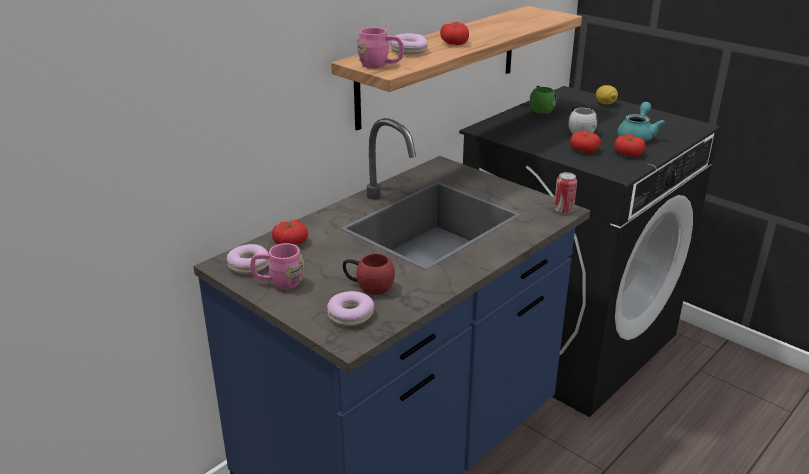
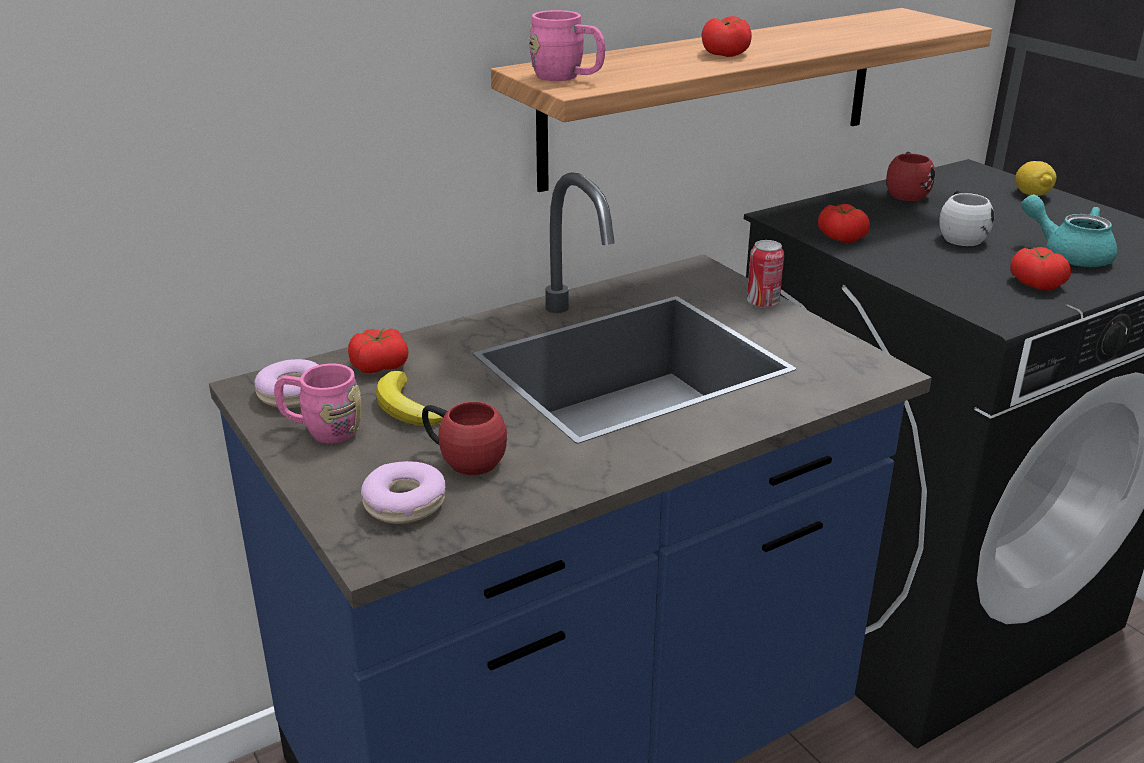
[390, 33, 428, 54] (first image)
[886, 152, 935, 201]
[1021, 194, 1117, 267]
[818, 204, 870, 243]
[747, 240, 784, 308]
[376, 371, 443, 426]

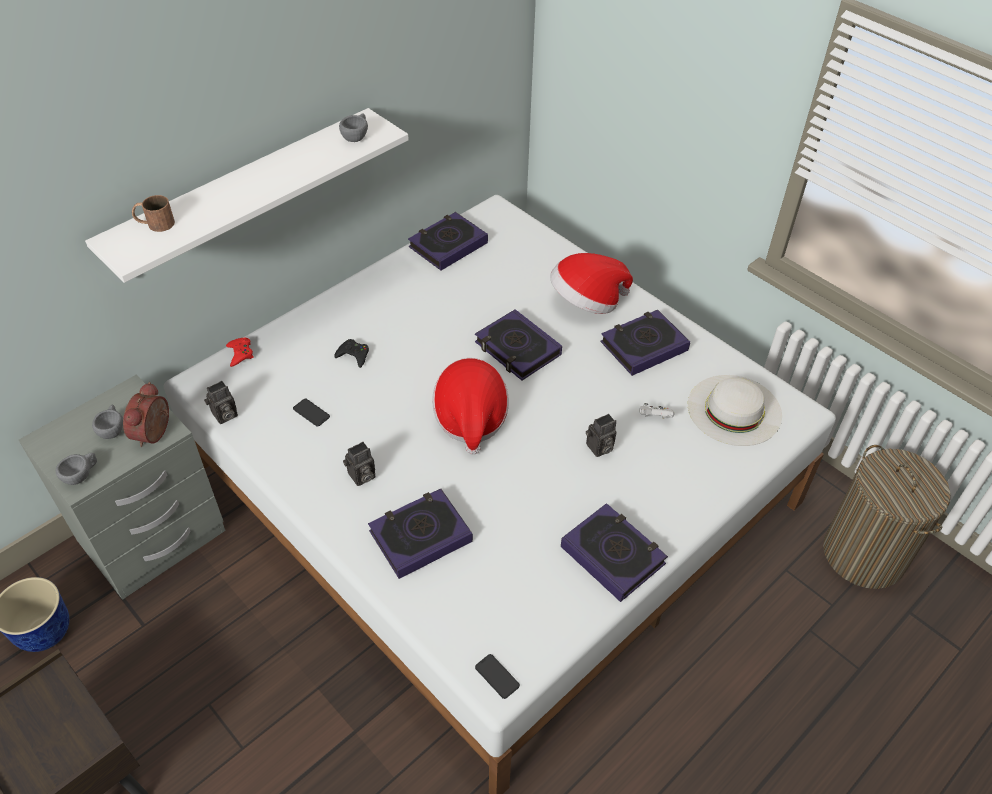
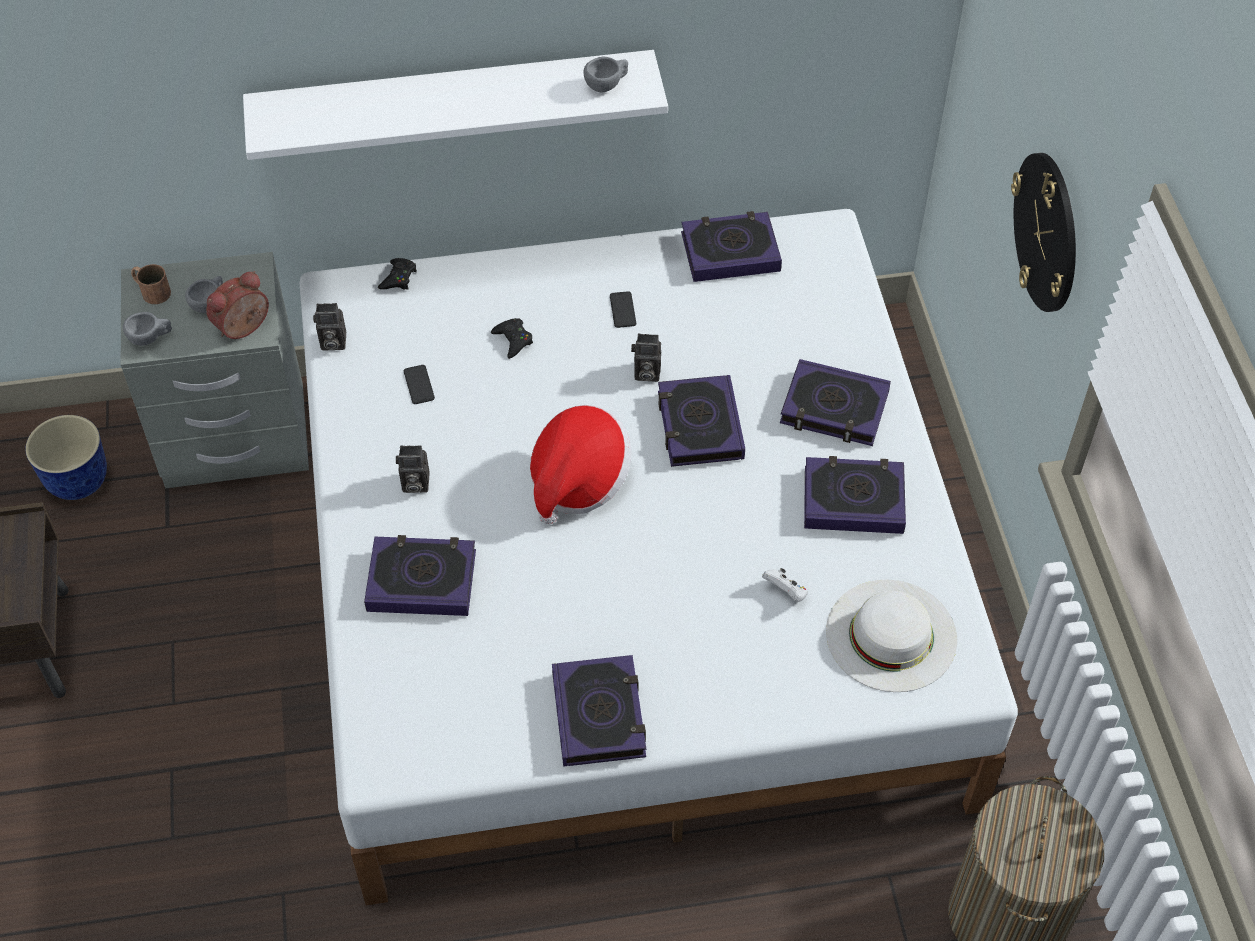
[131, 264, 171, 304]
[780, 359, 891, 446]
[378, 258, 417, 290]
[631, 333, 661, 382]
[610, 291, 636, 328]
[1011, 153, 1076, 312]

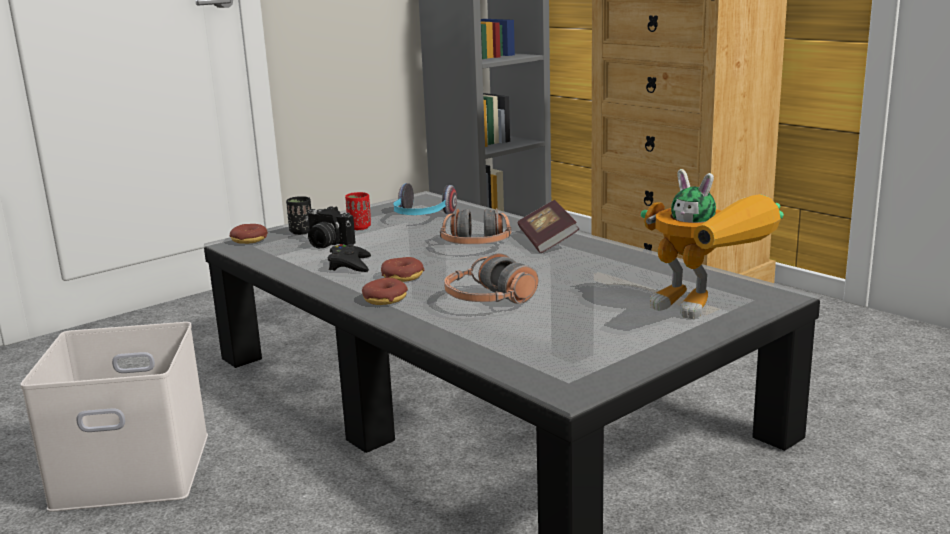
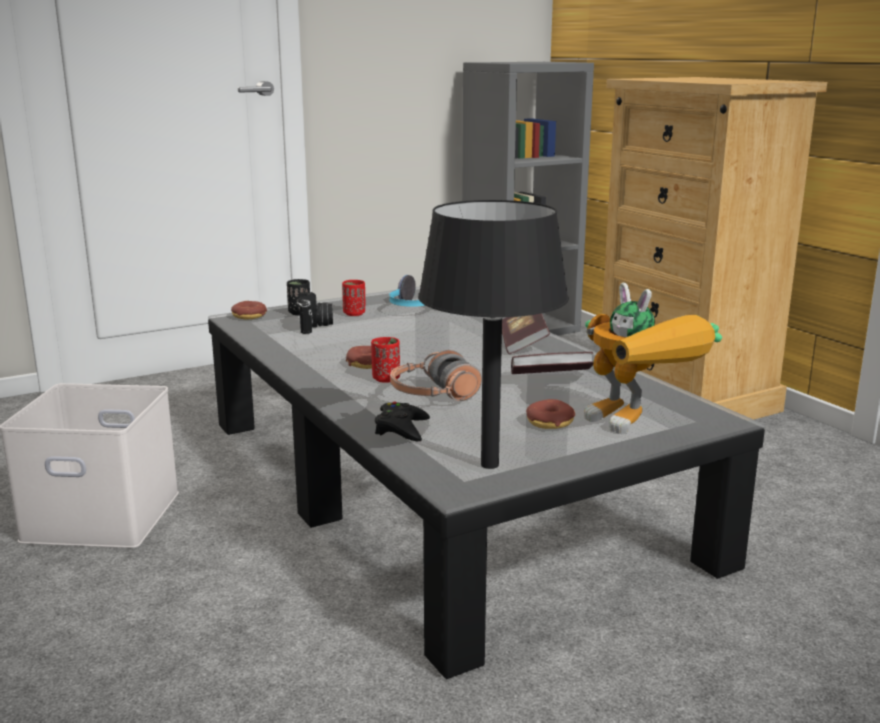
[297, 292, 333, 334]
[440, 208, 511, 244] (first image)
[375, 402, 430, 441]
[526, 399, 575, 429]
[418, 200, 569, 469]
[371, 337, 400, 383]
[511, 352, 594, 374]

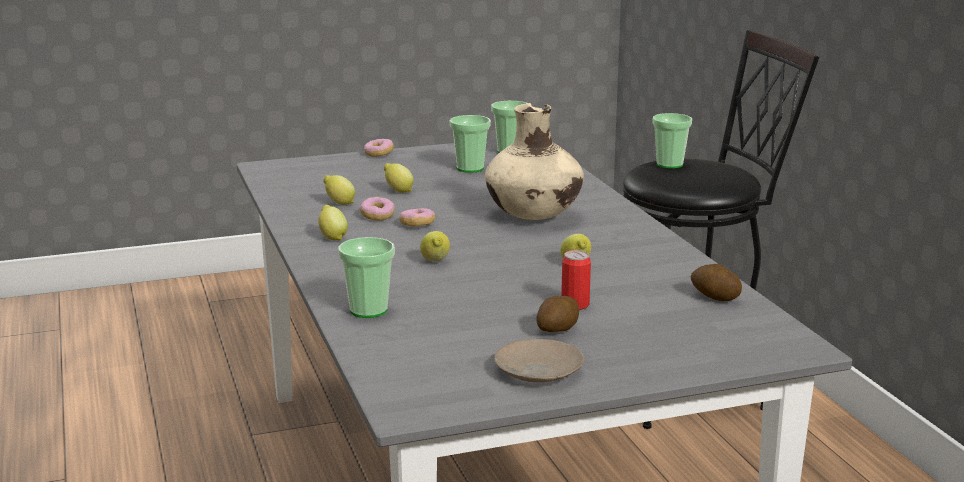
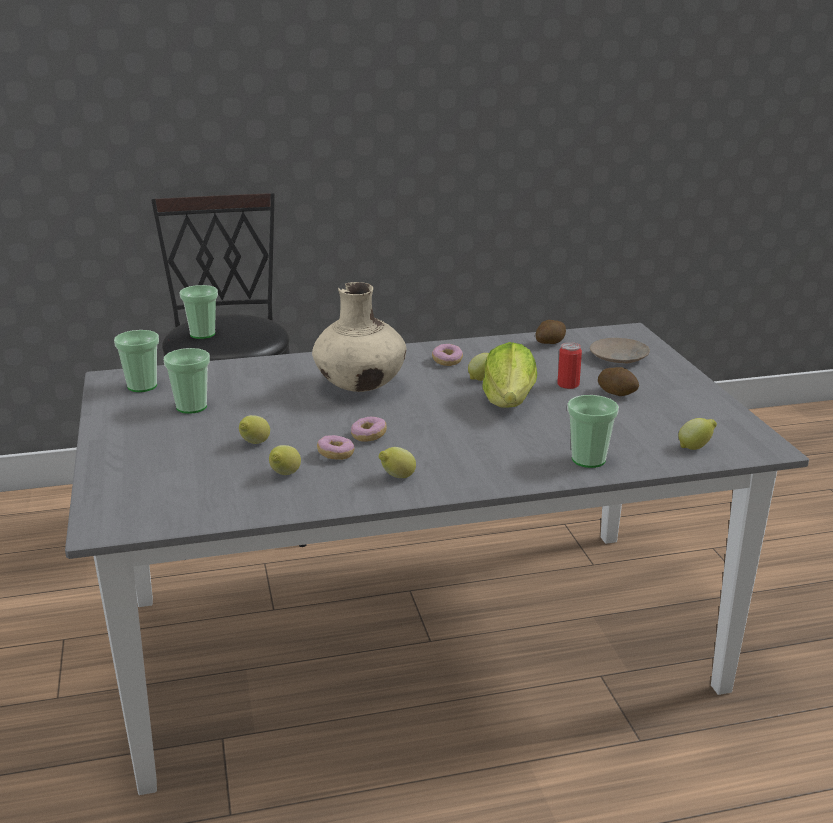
[432, 344, 463, 366]
[678, 418, 717, 450]
[590, 338, 650, 363]
[483, 342, 537, 408]

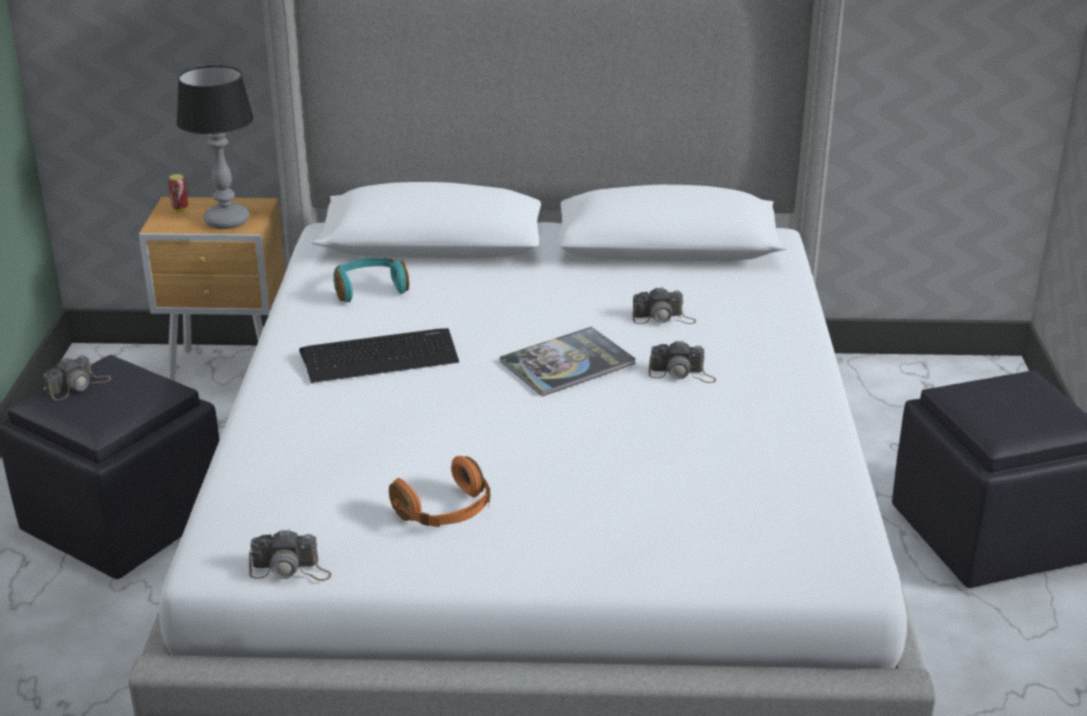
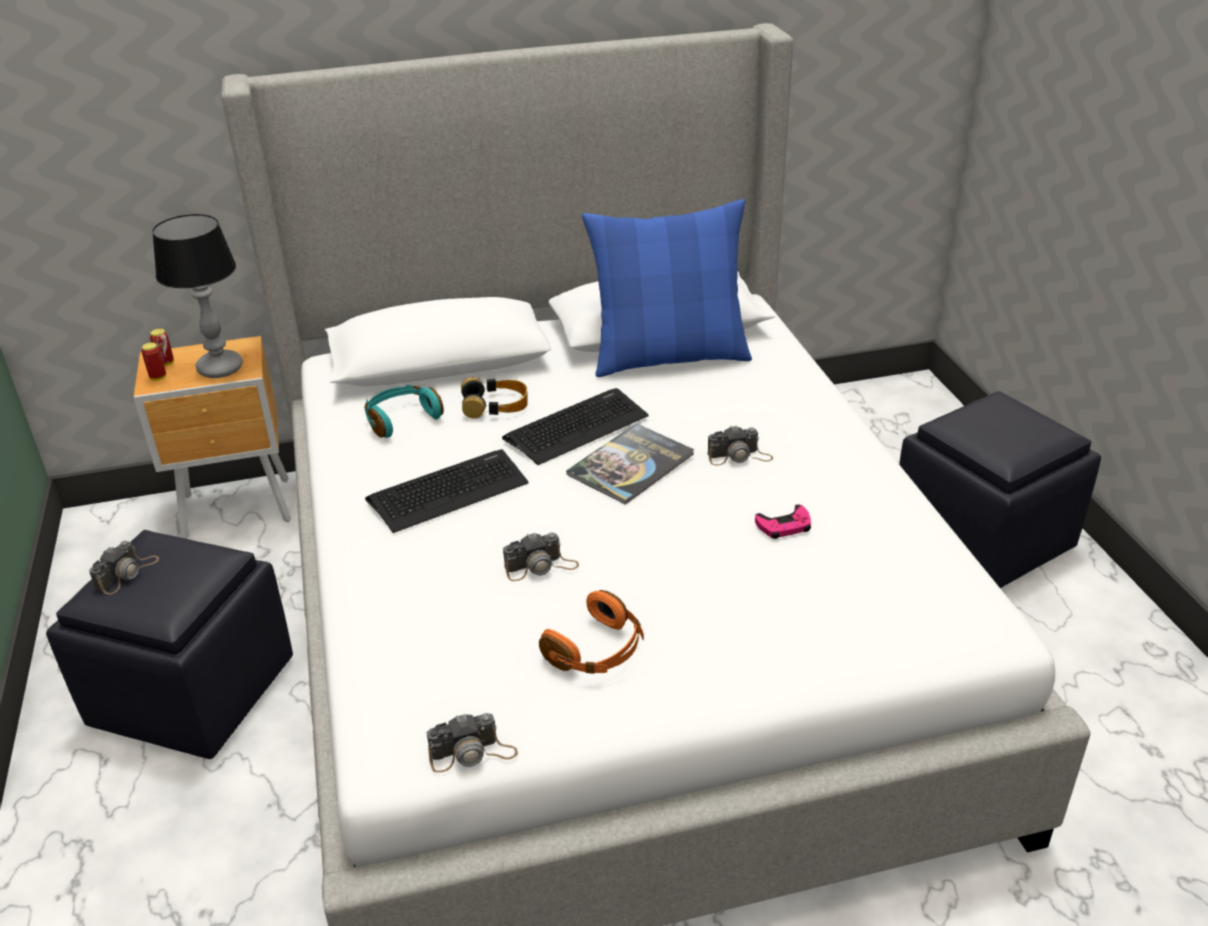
[503, 532, 579, 581]
[582, 199, 752, 377]
[142, 342, 166, 381]
[461, 377, 528, 419]
[502, 388, 649, 465]
[755, 504, 811, 539]

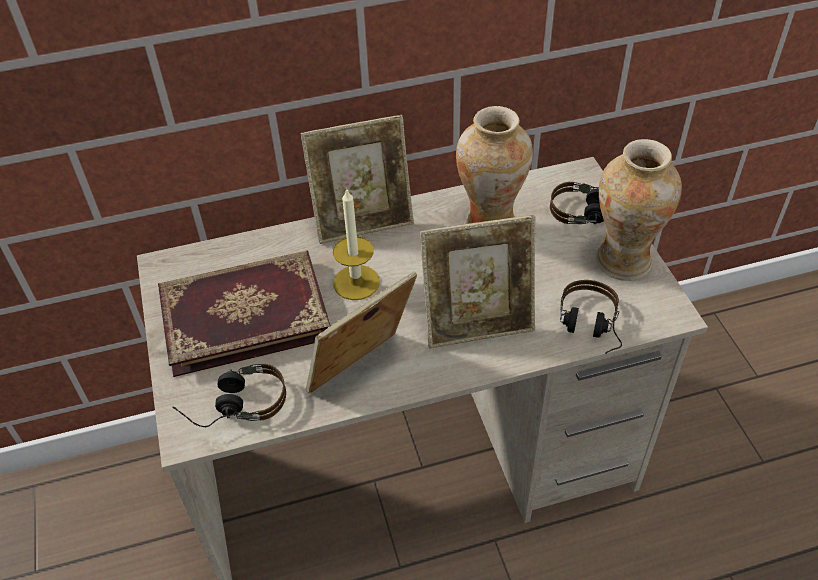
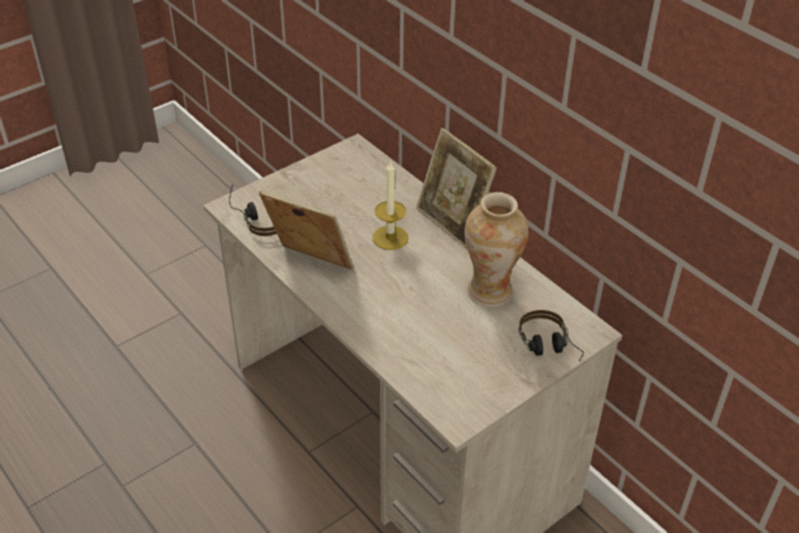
[596, 139, 682, 281] (first image)
[420, 215, 535, 348] (first image)
[158, 250, 331, 377] (first image)
[560, 280, 622, 354] (first image)

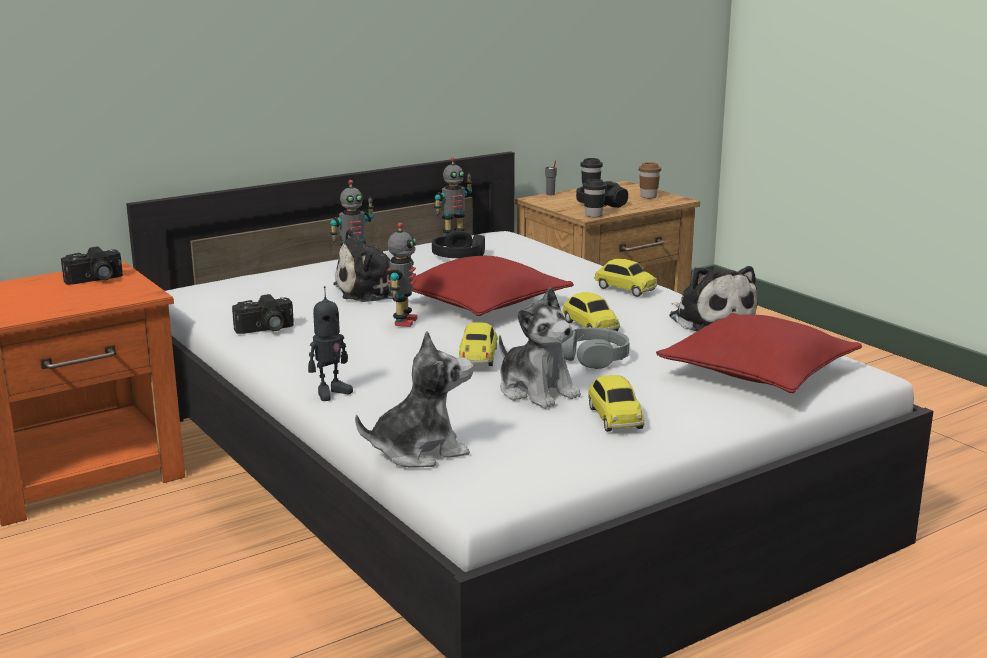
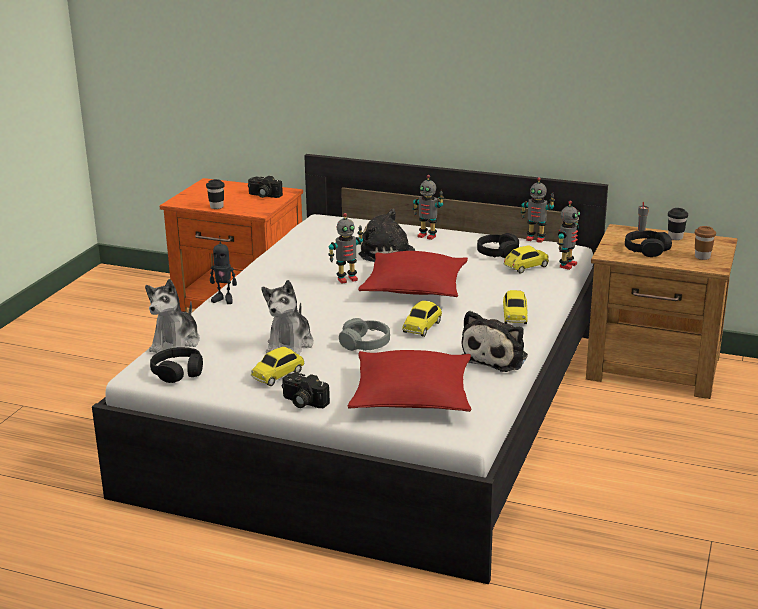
[206, 179, 225, 209]
[282, 373, 330, 408]
[503, 246, 549, 273]
[145, 279, 200, 353]
[557, 201, 580, 270]
[150, 347, 203, 383]

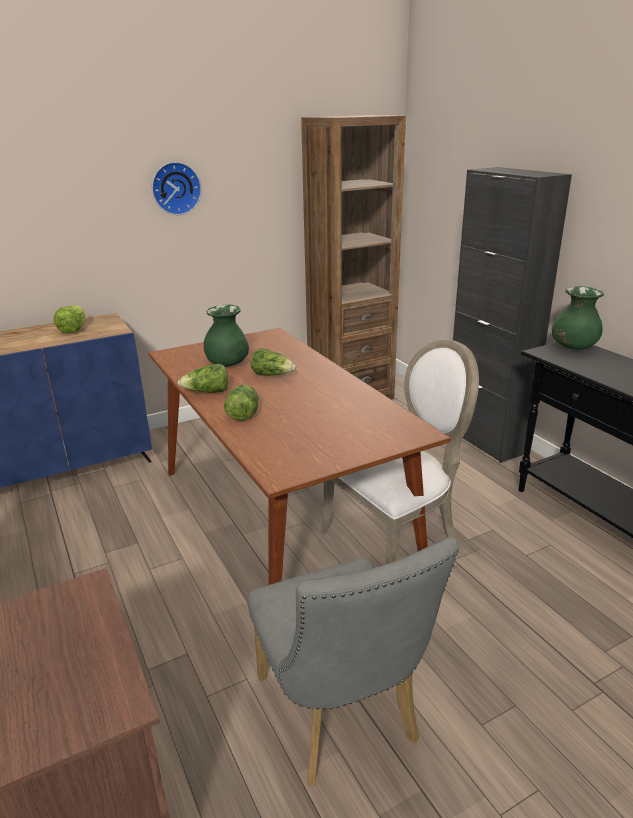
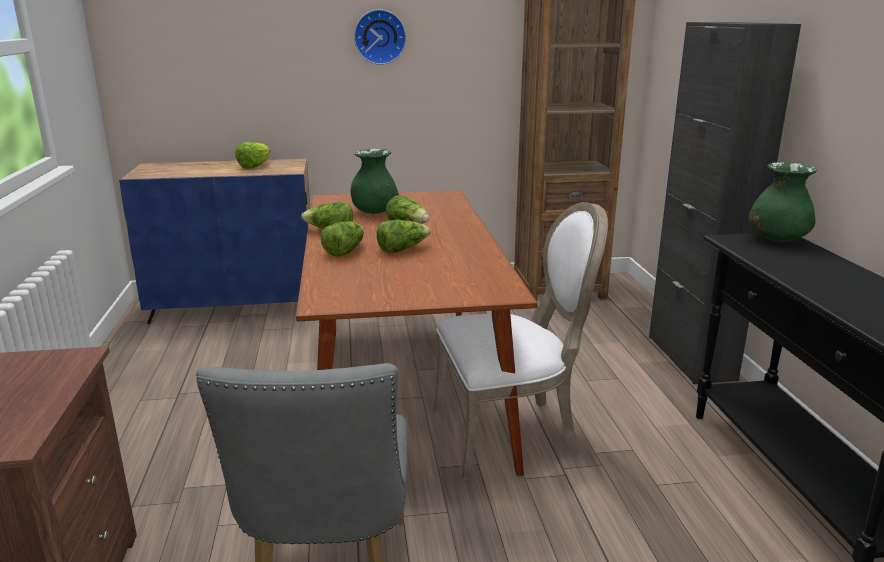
[377, 220, 431, 253]

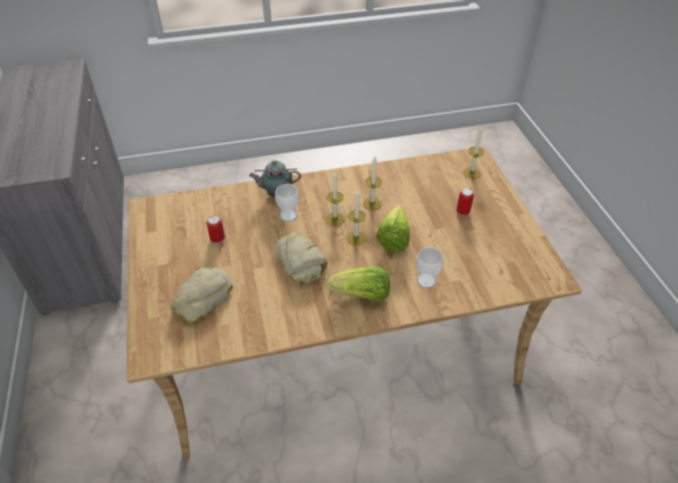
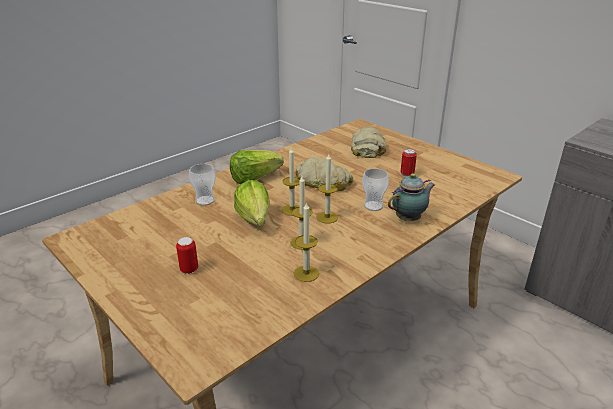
[294, 202, 319, 282]

